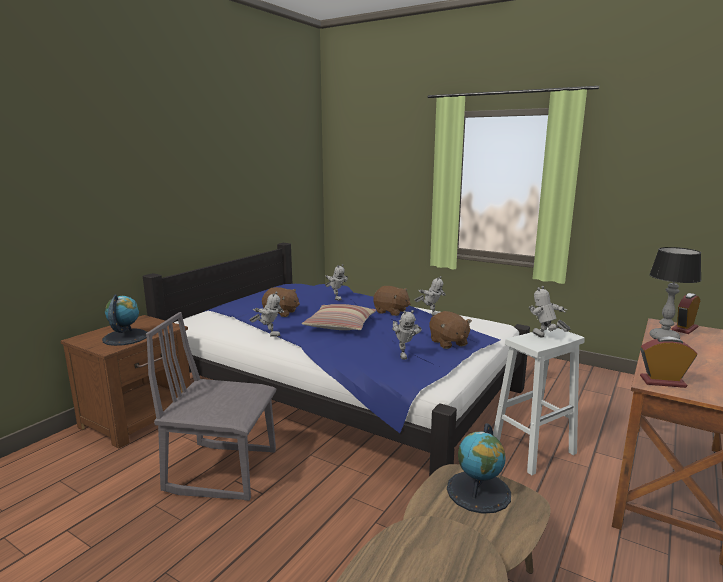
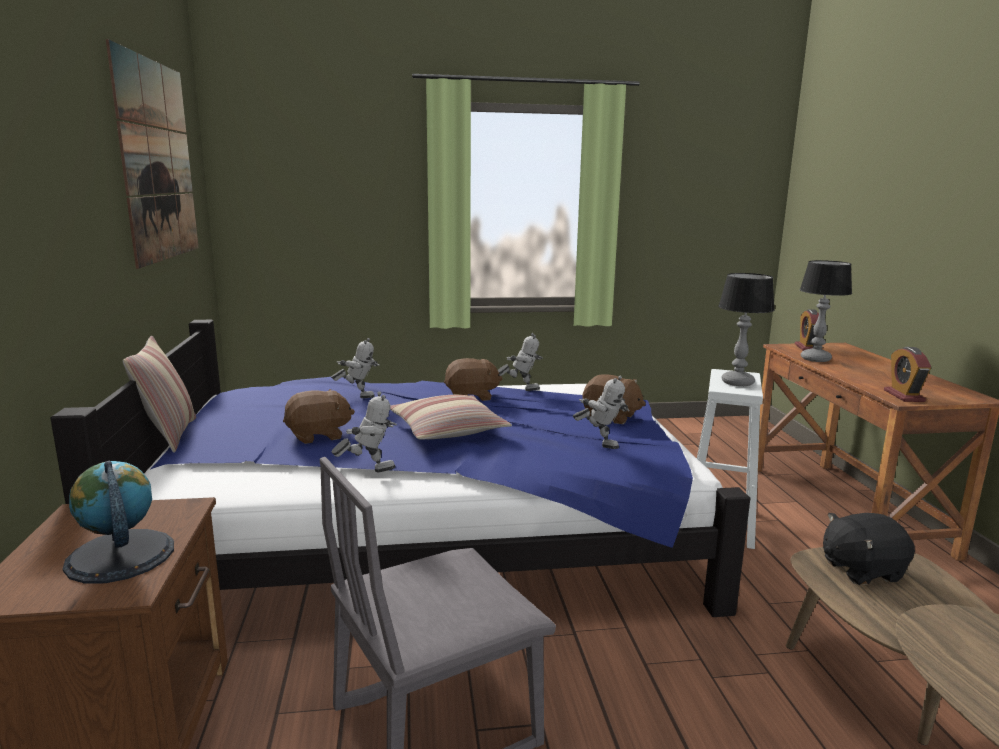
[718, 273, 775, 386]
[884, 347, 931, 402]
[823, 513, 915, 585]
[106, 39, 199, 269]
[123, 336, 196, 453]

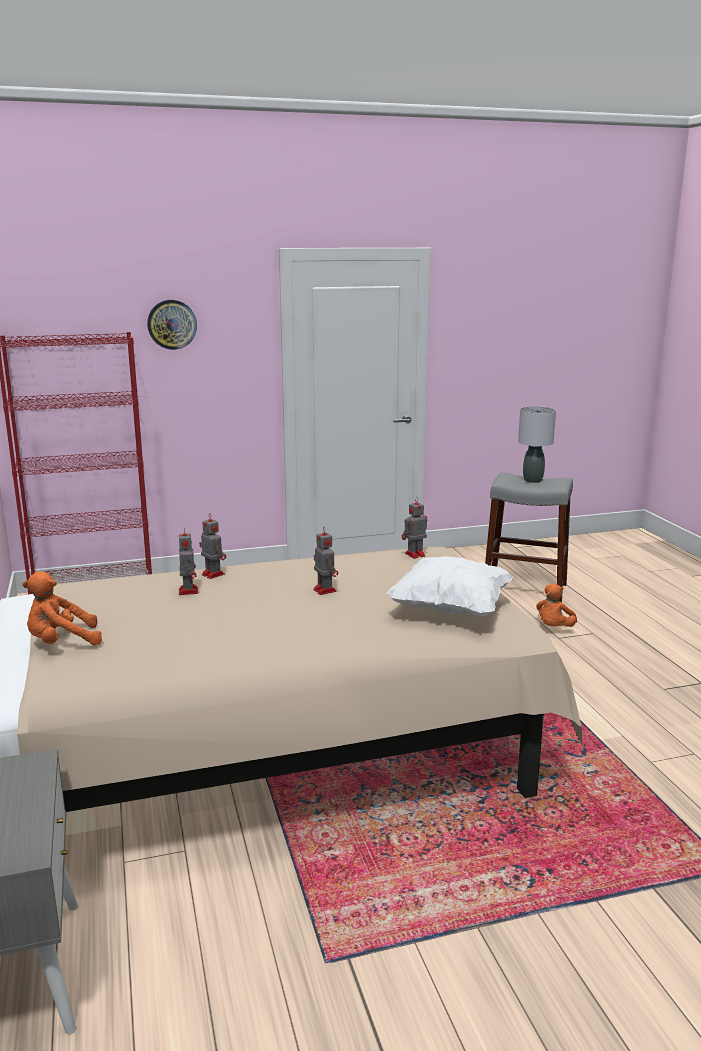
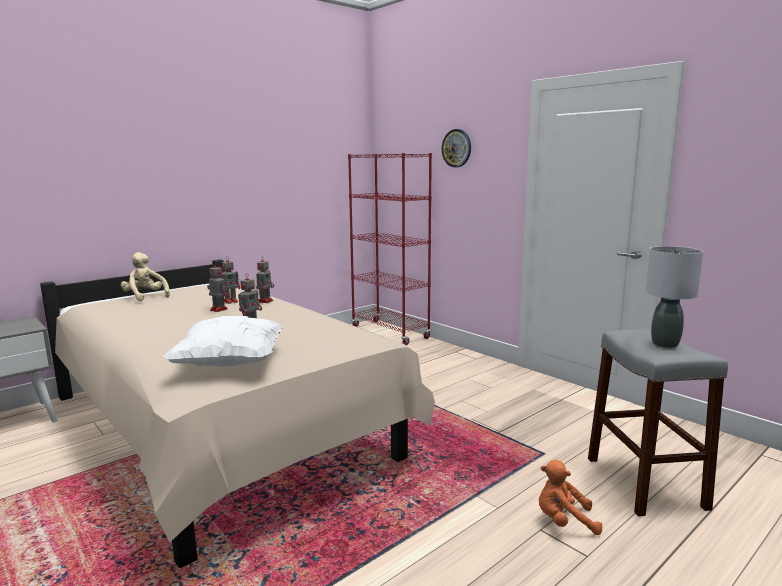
[207, 262, 229, 312]
[121, 252, 170, 301]

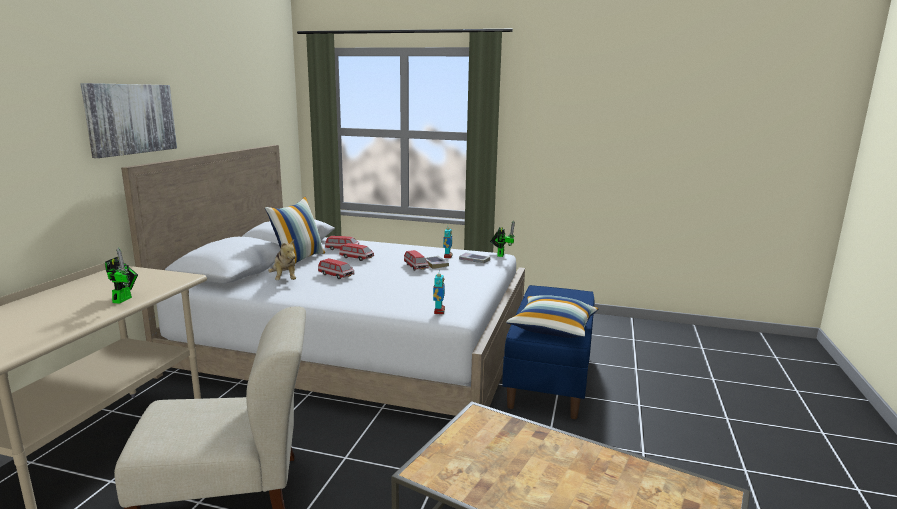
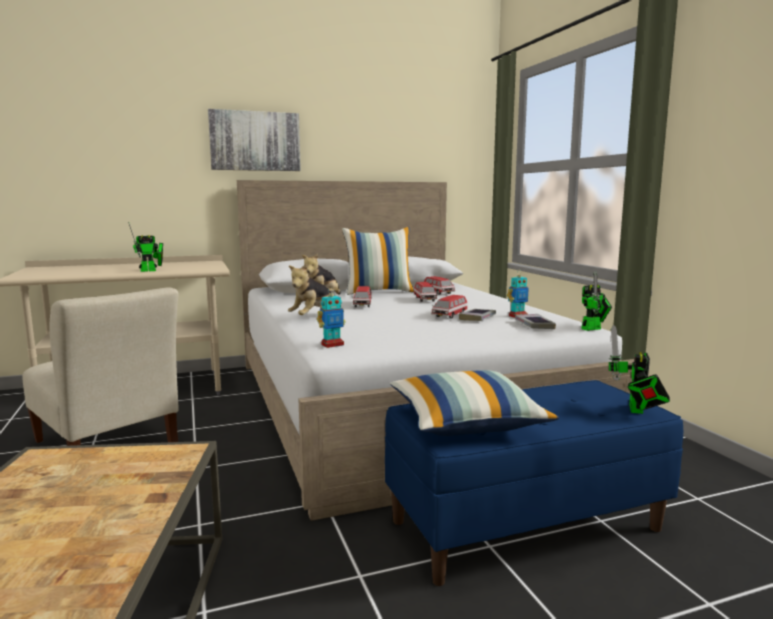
[288, 264, 331, 315]
[609, 325, 670, 414]

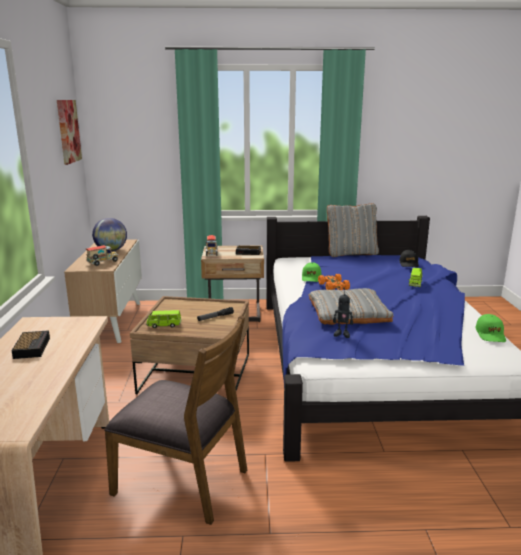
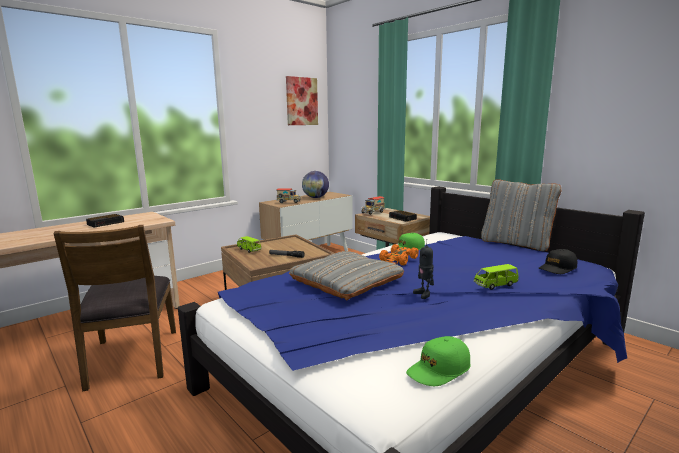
[413, 239, 434, 299]

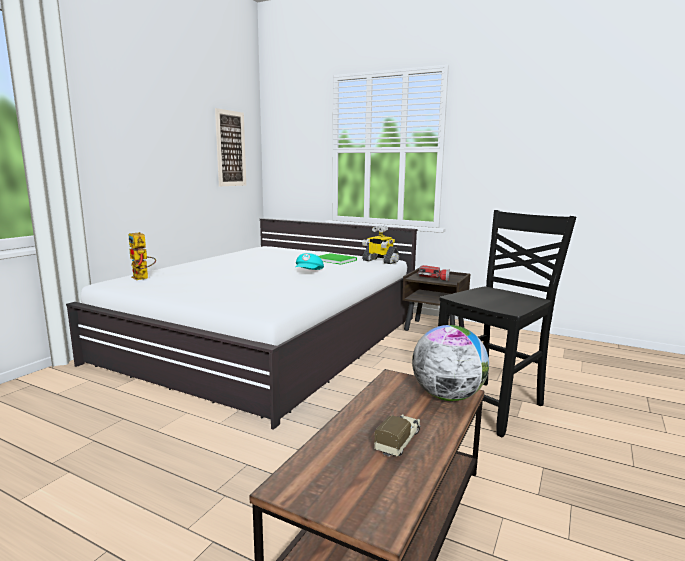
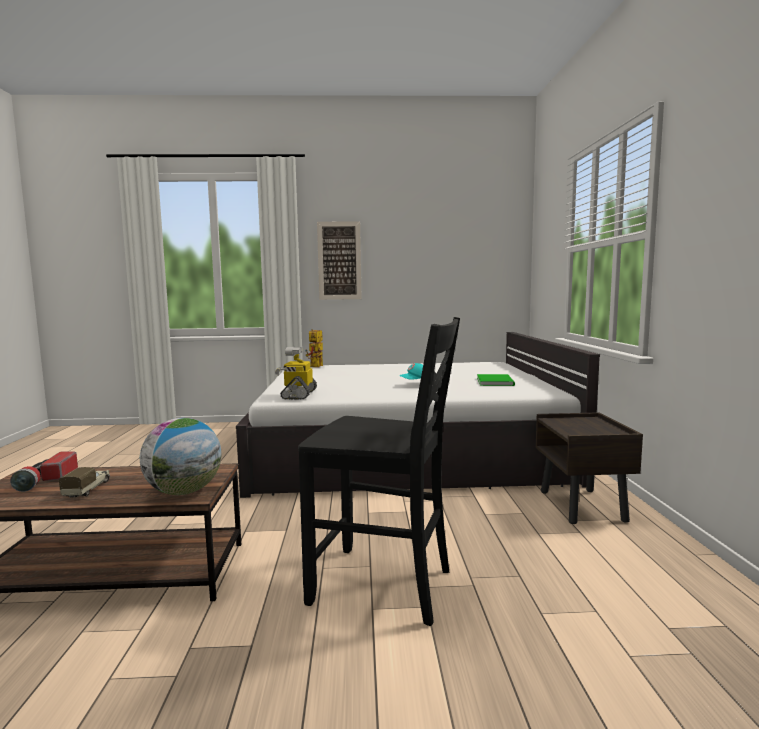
[317, 221, 362, 300]
[275, 347, 317, 400]
[10, 451, 78, 492]
[59, 467, 110, 499]

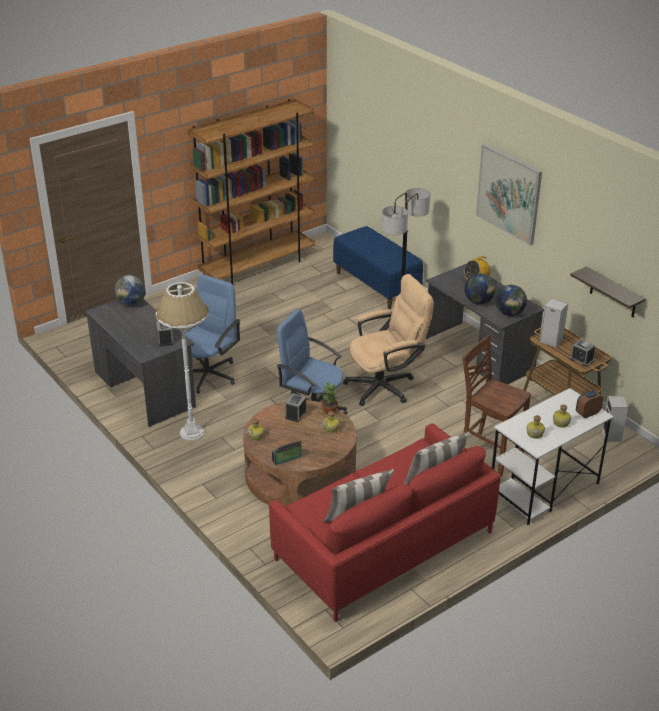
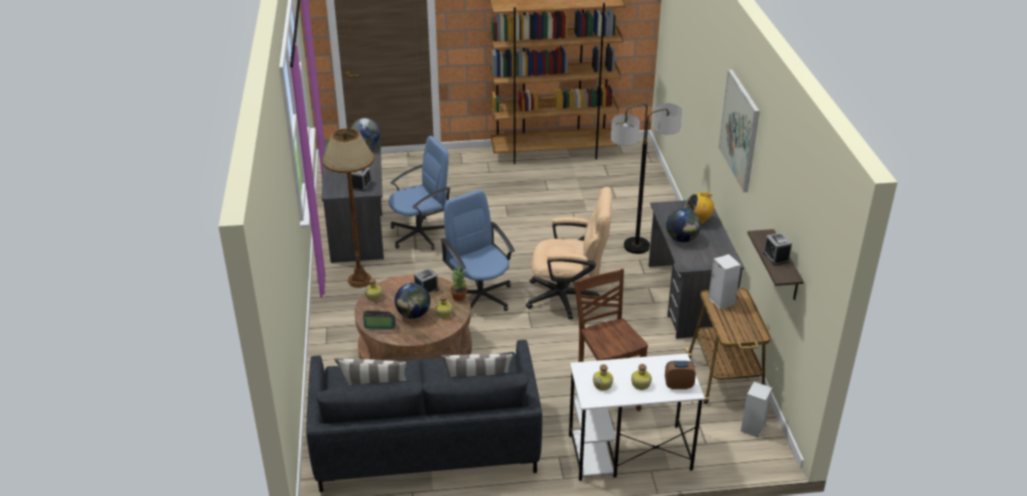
[333, 226, 423, 309] (first image)
[322, 128, 374, 288]
[395, 283, 431, 319]
[763, 233, 792, 266]
[306, 340, 542, 492]

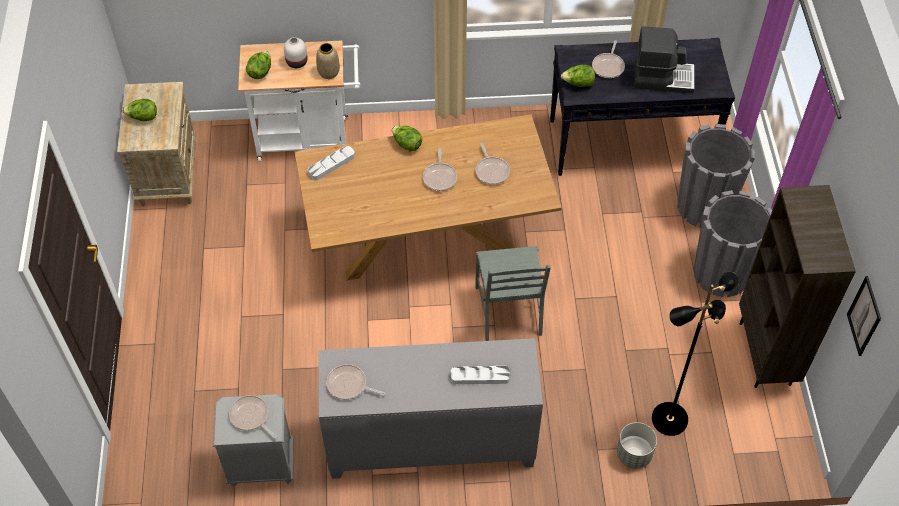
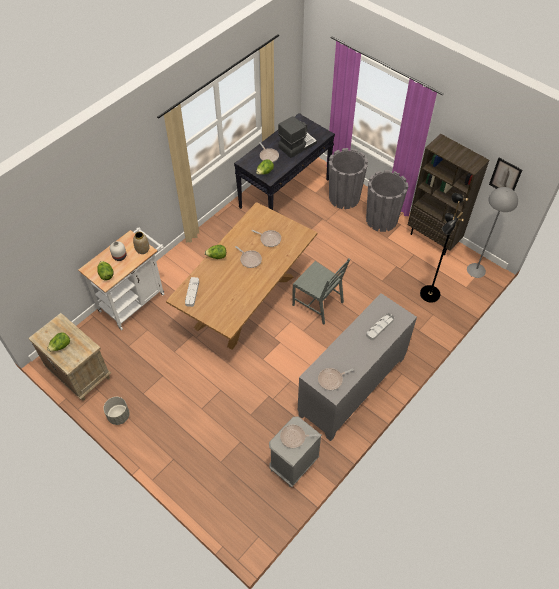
[103, 397, 130, 425]
[467, 187, 518, 278]

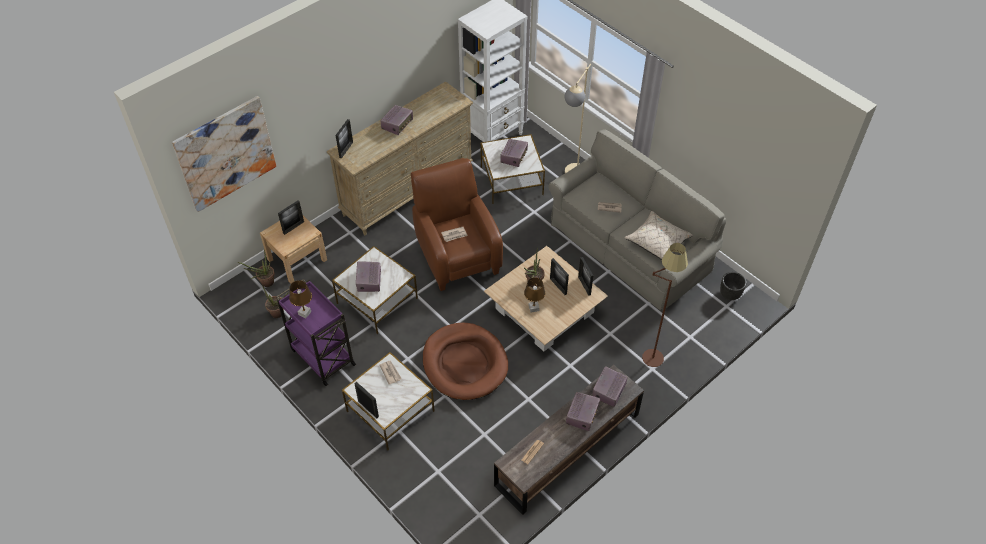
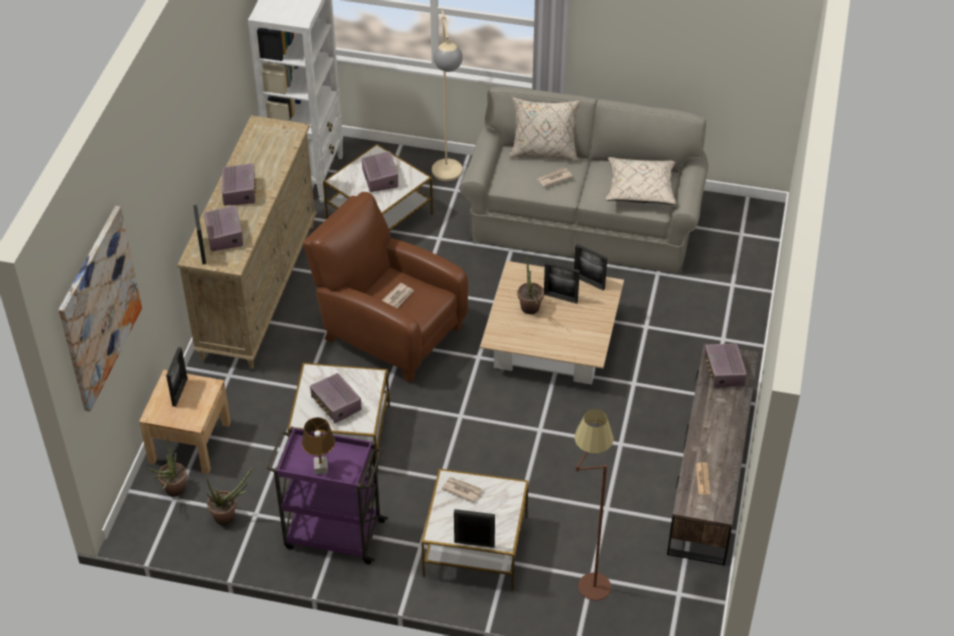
[574, 409, 614, 601]
[720, 272, 746, 300] (first image)
[524, 278, 545, 313] (first image)
[423, 323, 508, 400] (first image)
[204, 205, 243, 251]
[509, 97, 581, 162]

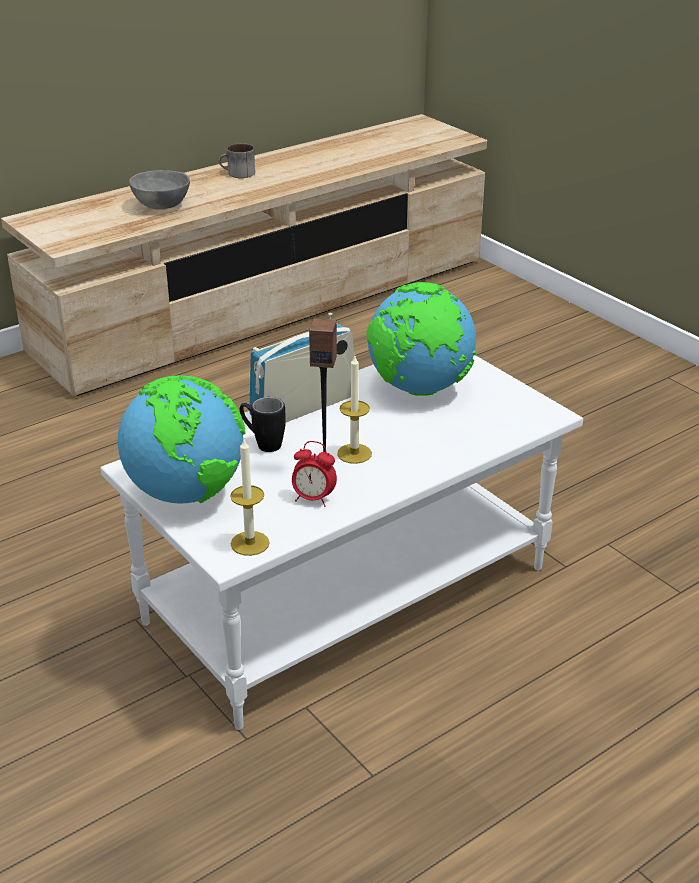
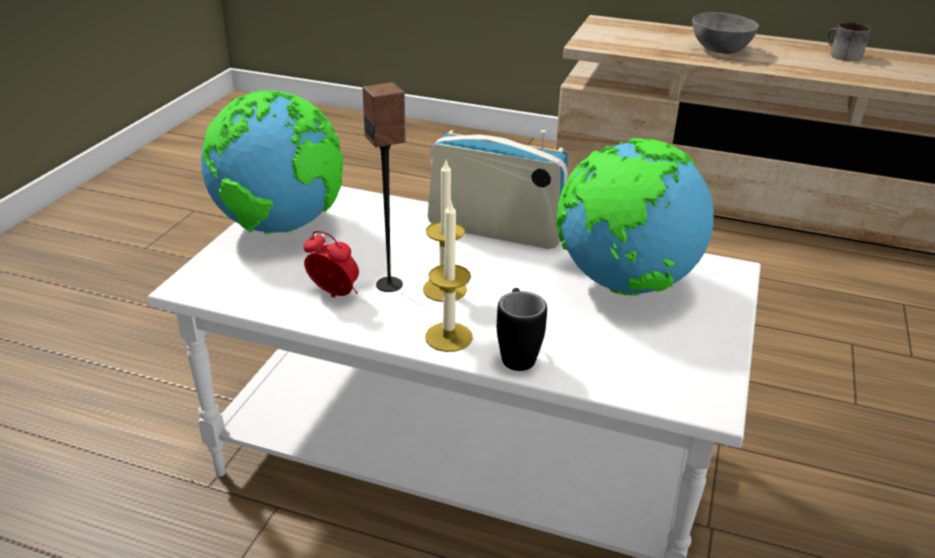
[497, 288, 547, 371]
[425, 199, 473, 352]
[304, 231, 359, 298]

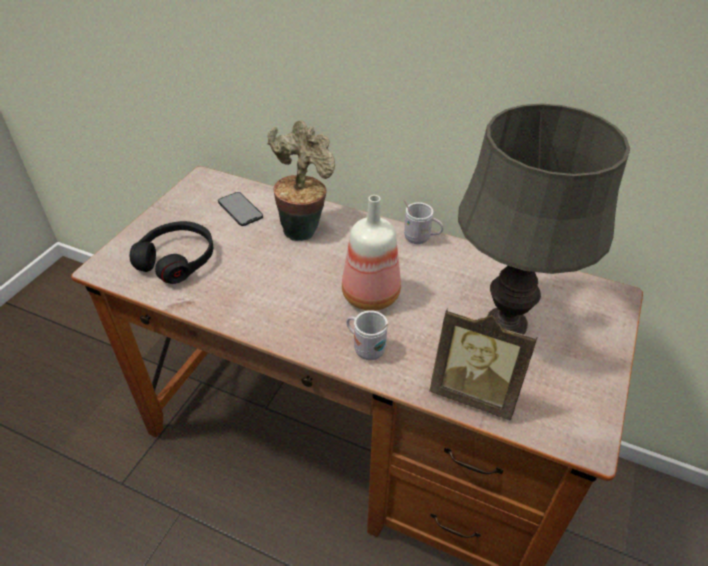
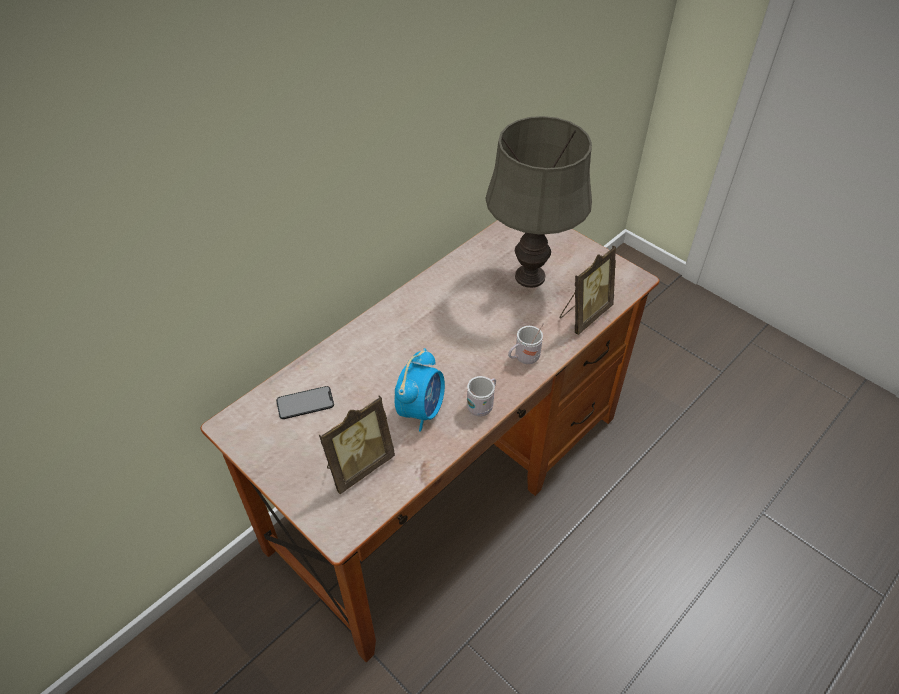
[268, 120, 335, 241] (first image)
[342, 195, 401, 311] (first image)
[467, 376, 496, 416]
[319, 396, 395, 494]
[394, 348, 445, 432]

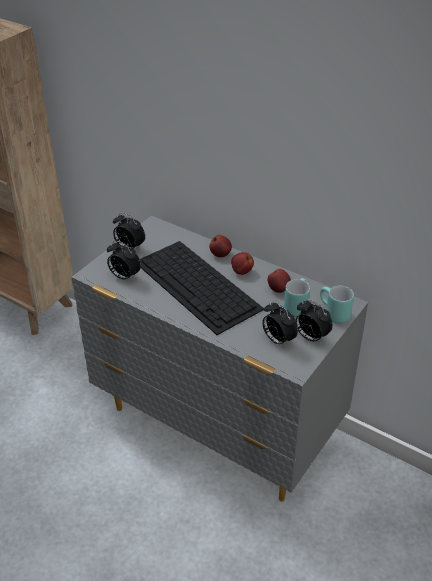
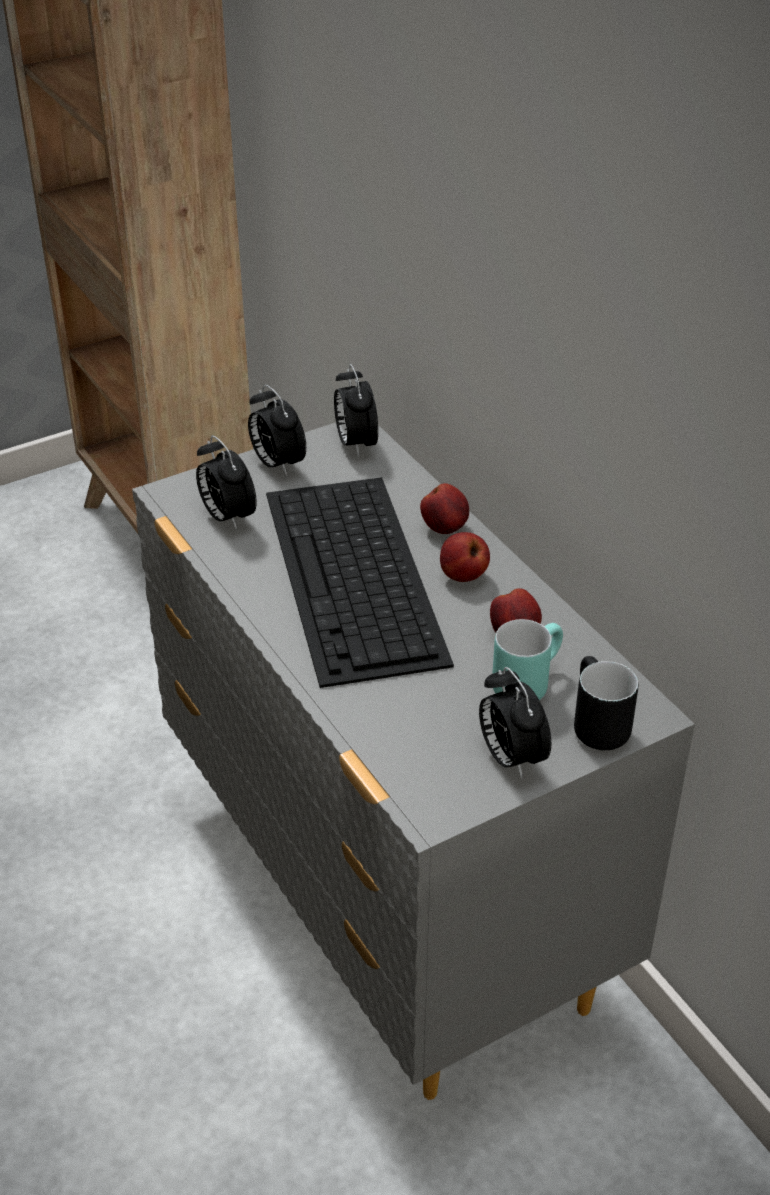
[574, 656, 638, 750]
[334, 364, 378, 457]

